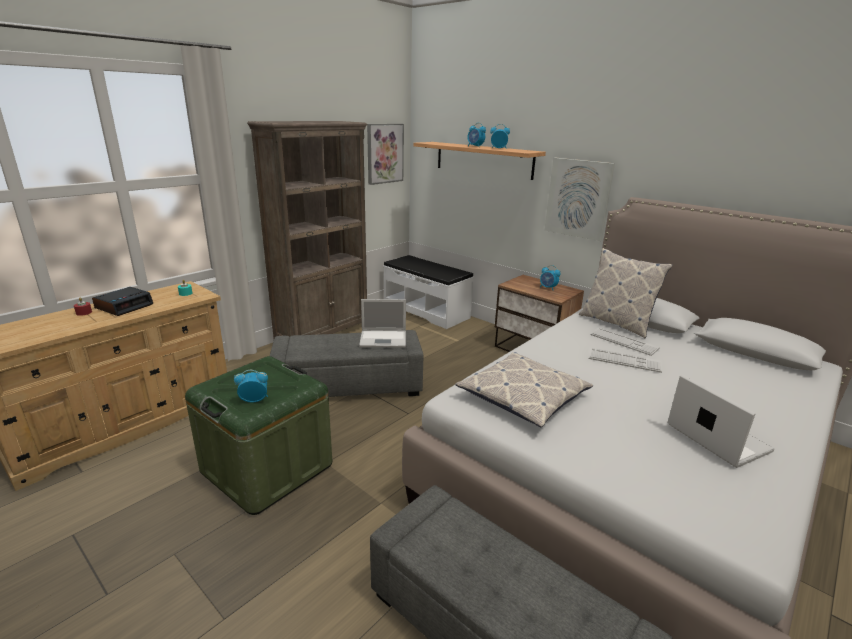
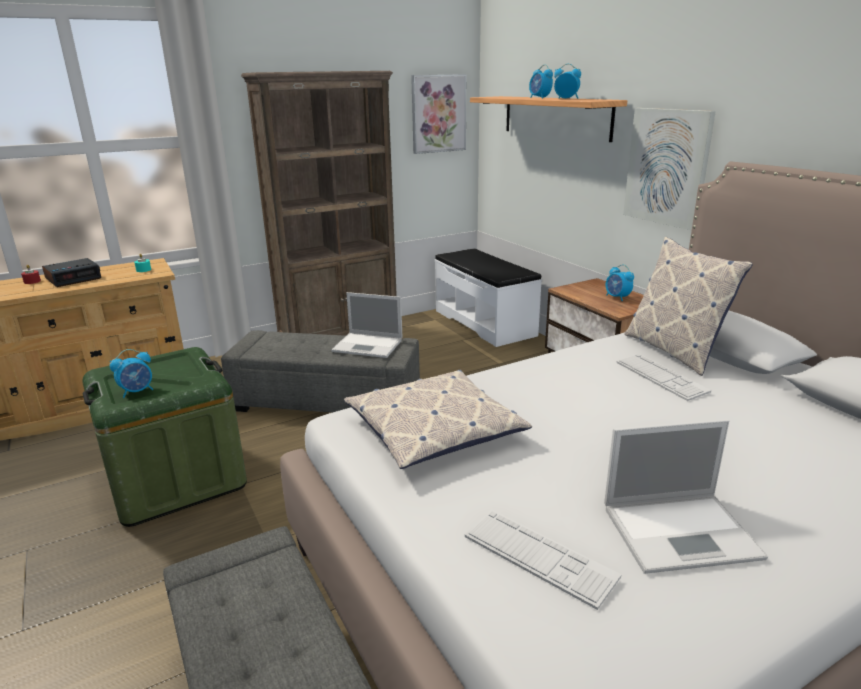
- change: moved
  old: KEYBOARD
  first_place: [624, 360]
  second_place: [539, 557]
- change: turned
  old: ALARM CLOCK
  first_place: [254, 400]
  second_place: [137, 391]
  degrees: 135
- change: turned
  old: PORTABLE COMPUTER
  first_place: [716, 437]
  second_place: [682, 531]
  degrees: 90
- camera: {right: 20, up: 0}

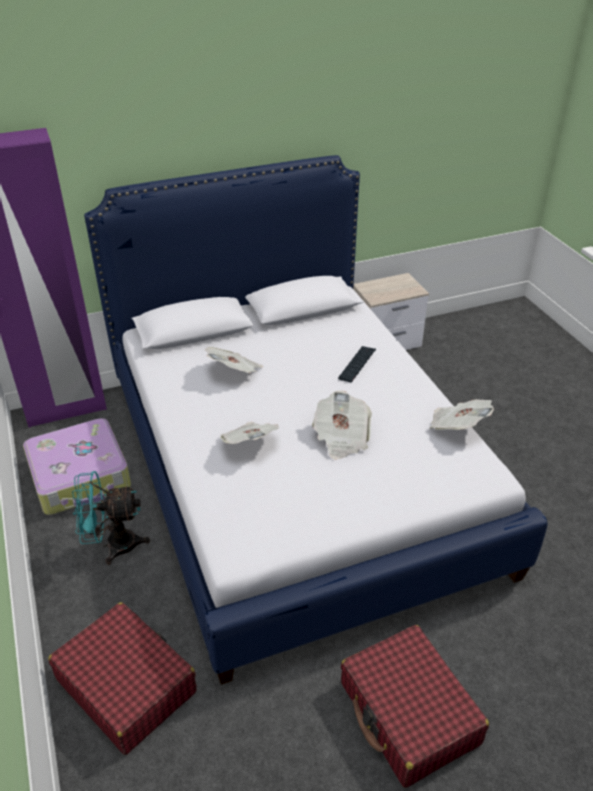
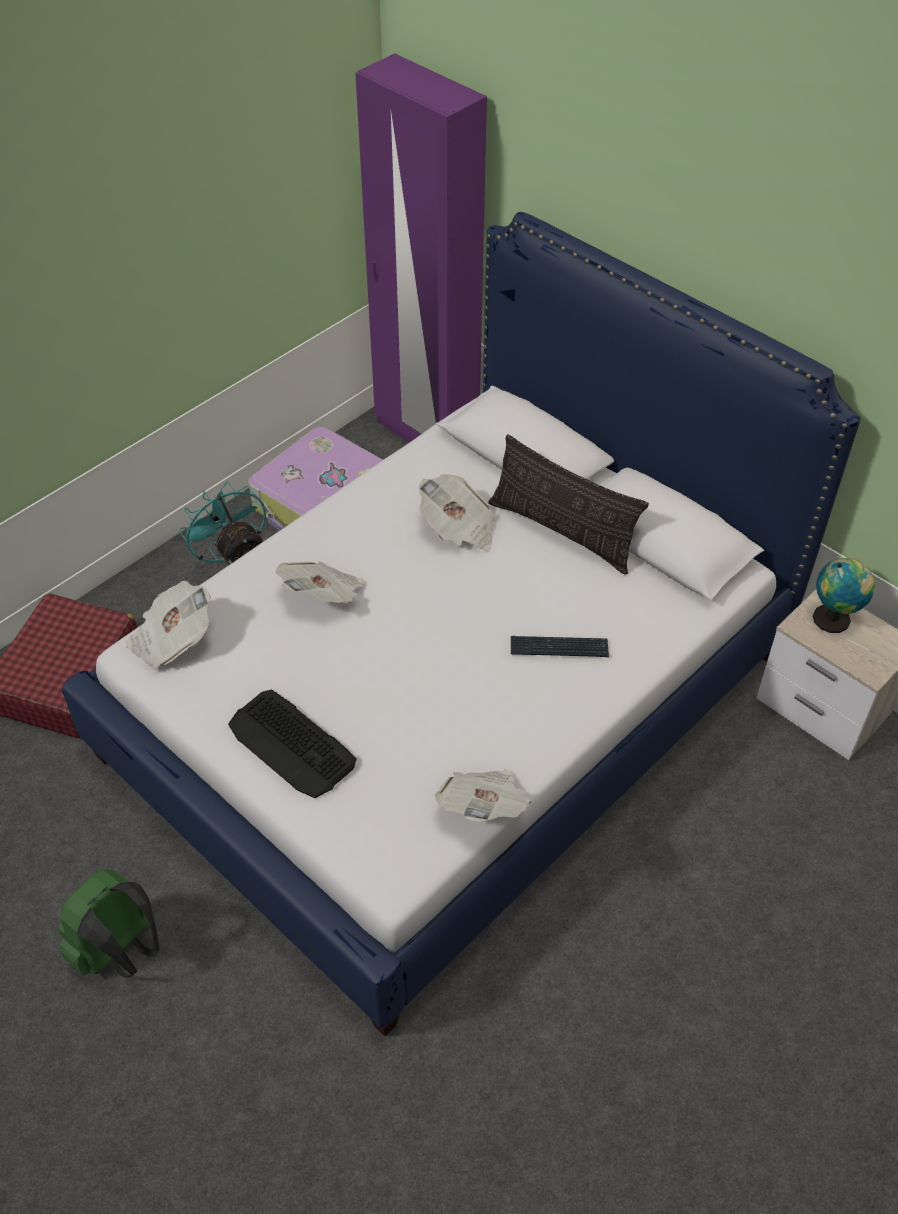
- change: added
  new: KEYBOARD
  second_place: [292, 744]
- change: added
  new: THROW PILLOW
  second_place: [562, 531]
- change: added
  new: GLOBE
  second_place: [834, 619]
- change: moved
  old: DAILY PAPER
  first_place: [341, 438]
  second_place: [172, 640]
- change: replaced
  old: RED-COLOURED TRAVEL CASE
  new: GREEN RUCKSACK
  first_place: [409, 714]
  second_place: [120, 952]
- camera: {right: 65, up: 10}

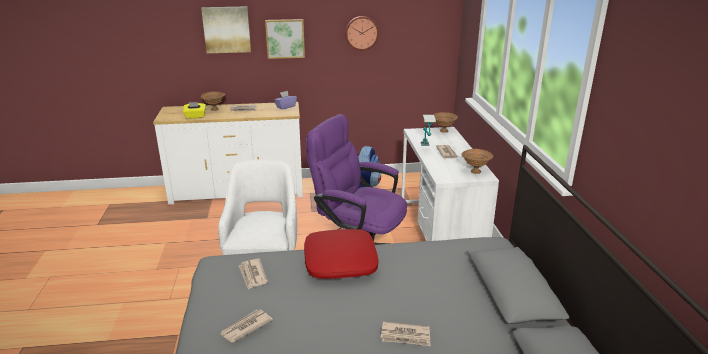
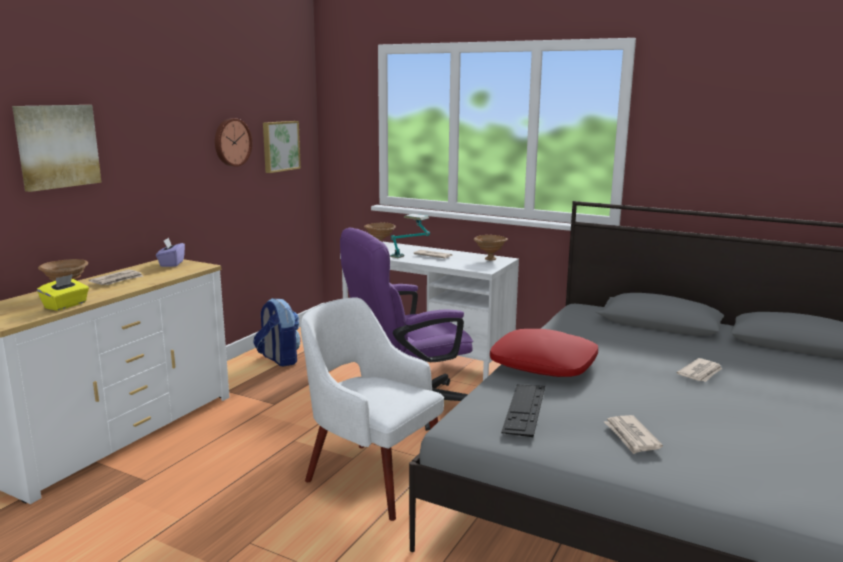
- change: moved
  old: PICTURE
  first_place: [285, 38]
  second_place: [280, 146]
- change: replaced
  old: DAILY PAPER
  new: KEYBOARD
  first_place: [253, 275]
  second_place: [524, 409]
- camera: {right: -55, up: -10}

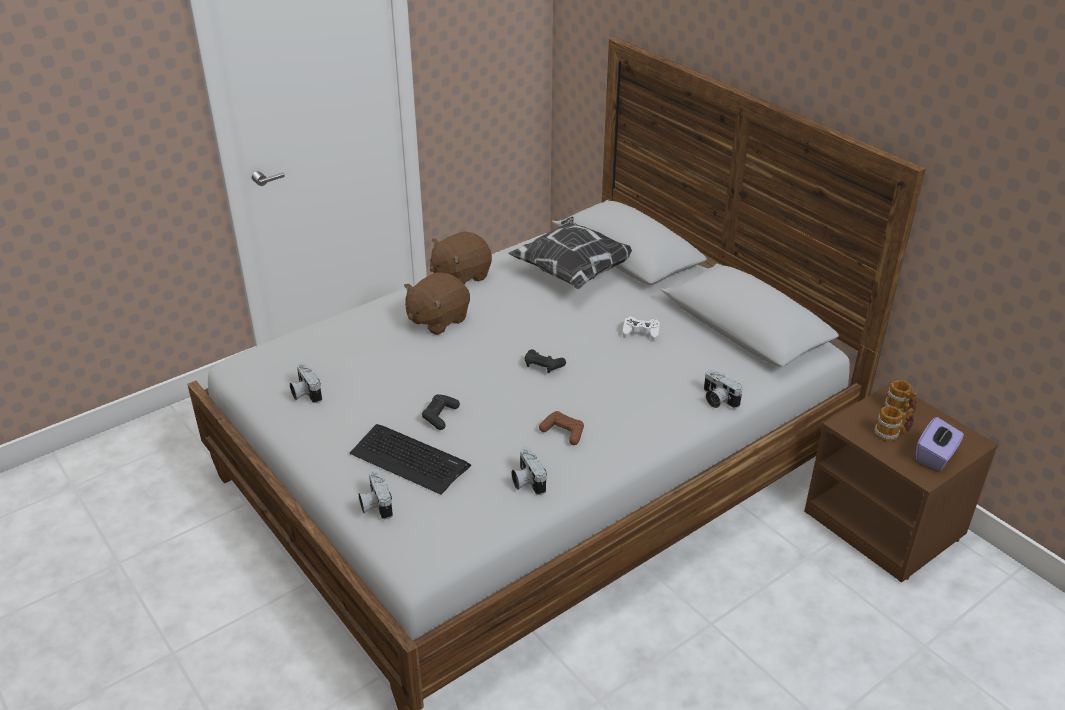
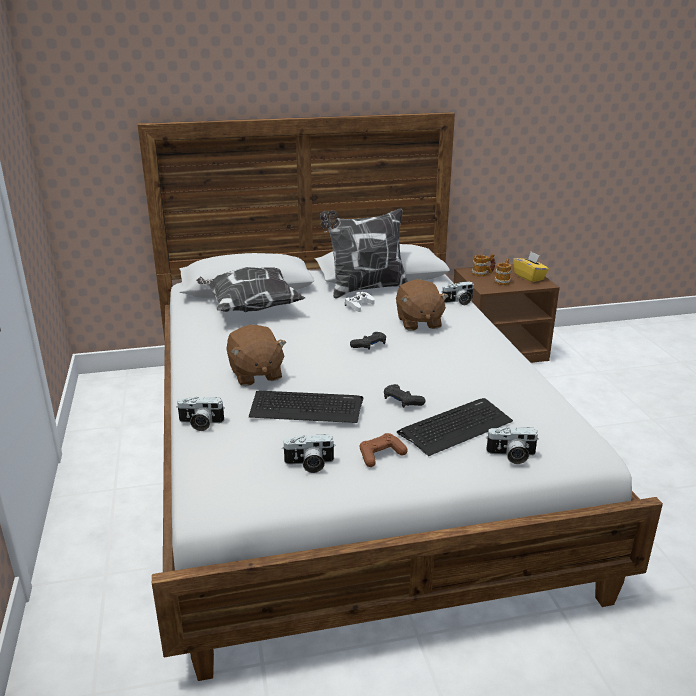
- change: added
  new: KEYBOARD
  second_place: [306, 408]
- change: added
  new: THROW PILLOW
  second_place: [365, 289]
- change: moved
  old: BROWNISH PLUSH TOY
  first_place: [460, 276]
  second_place: [418, 322]
- change: moved
  old: STILL CAMERA
  first_place: [526, 481]
  second_place: [200, 424]
- change: moved
  old: BROWNISH JOYPAD
  first_place: [563, 432]
  second_place: [381, 455]
- change: recoloured
  old: PURPLE TISSUE BOX
  new: YELLOW-COLOURED TISSUE BOX
  first_place: [935, 456]
  second_place: [529, 277]
- camera: {right: -65, up: -10}

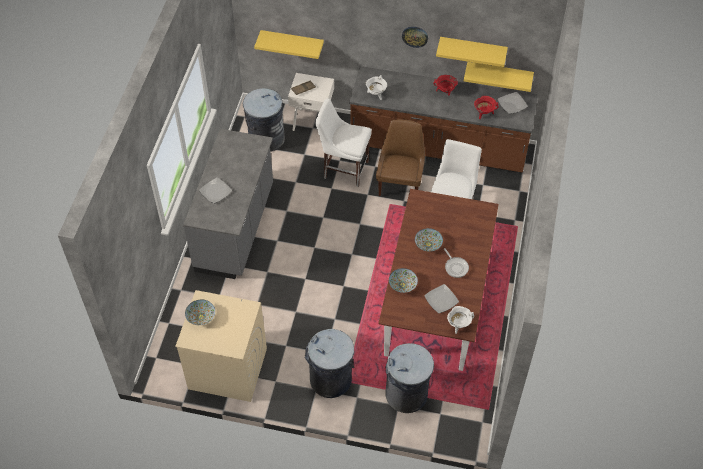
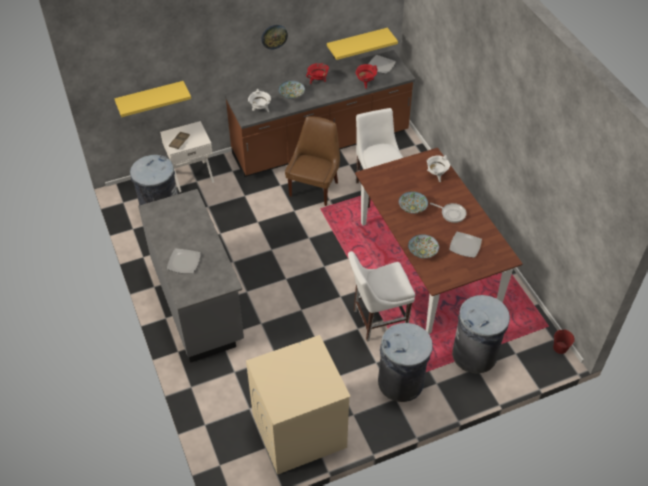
- change: removed
  old: YELLOW-COLOURED WALL SHELF
  first_place: [472, 49]
- change: added
  new: RED-COLOURED WATER BUCKET
  second_place: [560, 348]
- change: moved
  old: BOWL
  first_place: [201, 317]
  second_place: [291, 95]
- change: moved
  old: WHITE-COLOURED UPRIGHT CHAIR
  first_place: [343, 169]
  second_place: [377, 320]
- change: moved
  old: WHITE-COLOURED SAUCEPOT
  first_place: [458, 325]
  second_place: [436, 175]
- change: turned
  old: BROWNISH UPRIGHT CHAIR
  first_place: [400, 184]
  second_place: [314, 188]
  degrees: 45
- camera: {right: -35, up: -5}

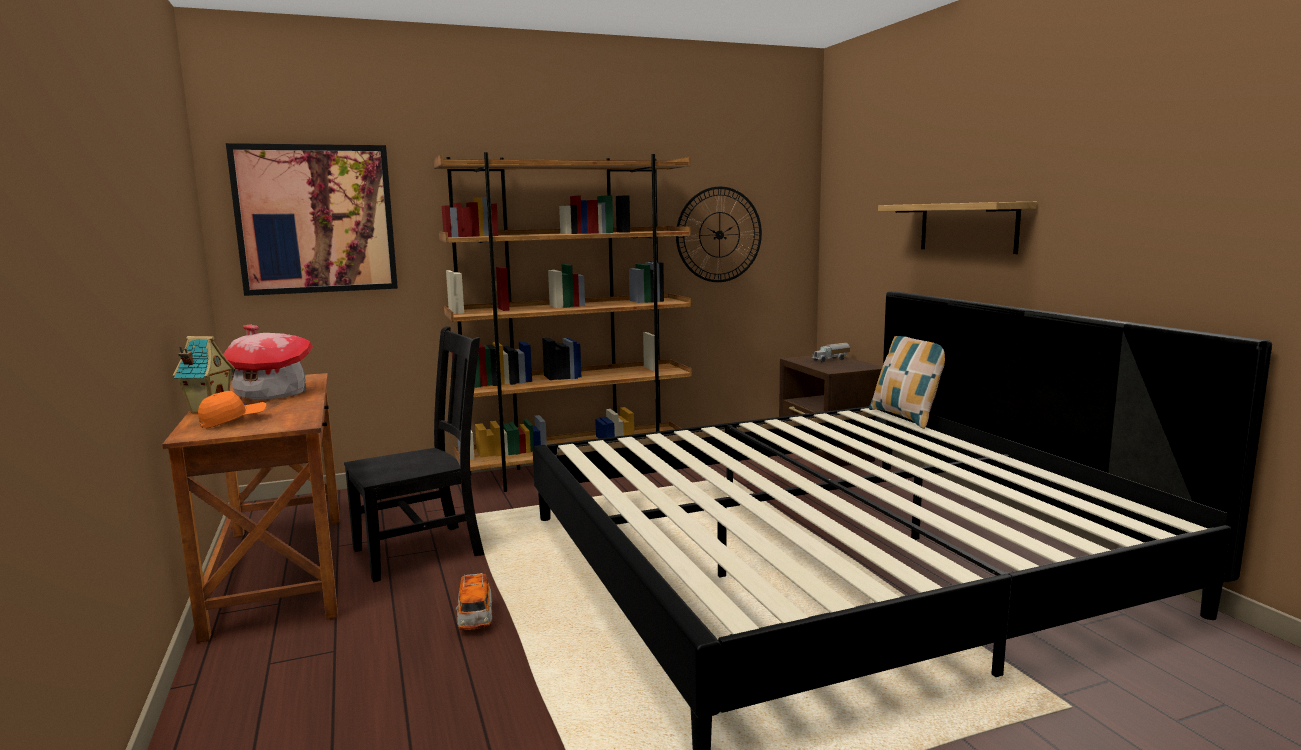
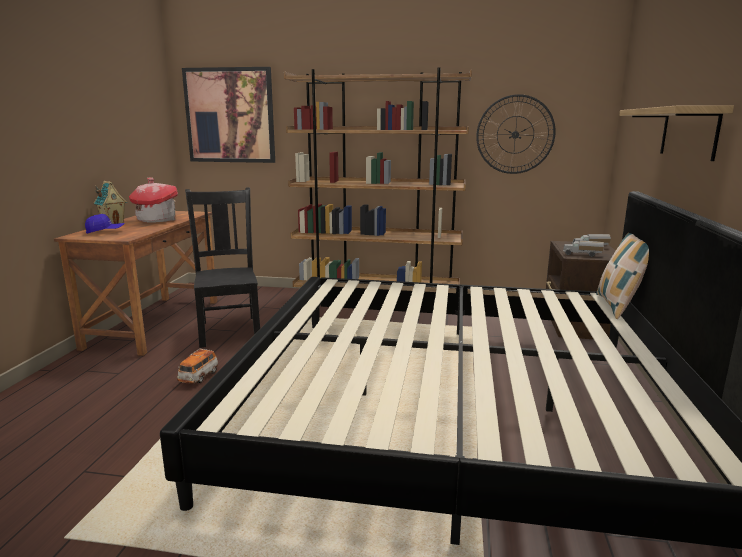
- change: added
  new: MODEL TRUCK
  second_place: [582, 255]
- change: recoloured
  old: ORANGE-COLOURED CAP
  new: BLUE-COLOURED CAP
  first_place: [233, 421]
  second_place: [105, 231]
- change: turned
  old: BLACK UPRIGHT CHAIR
  first_place: [423, 551]
  second_place: [229, 330]
  degrees: -105
- camera: {right: 30, up: 5}

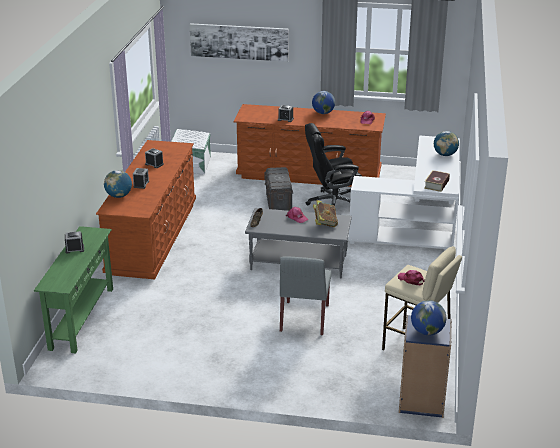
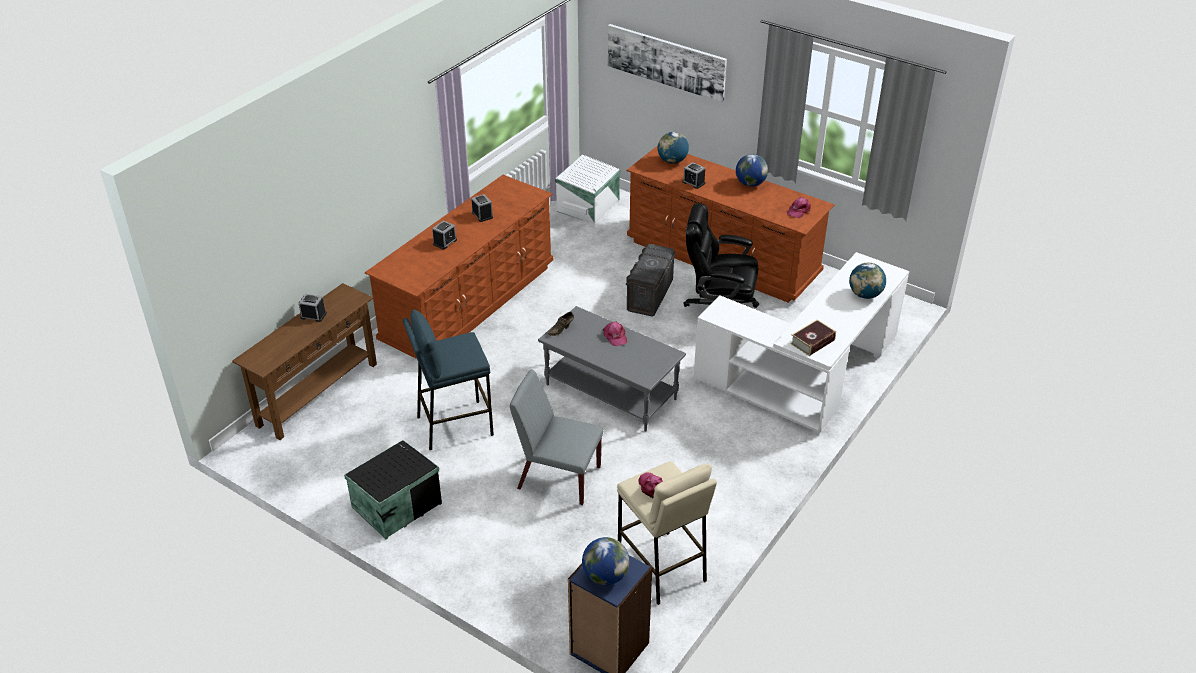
- change: removed
  old: VOLUME
  first_place: [325, 223]
- change: added
  new: BLACK STORAGE BIN
  second_place: [395, 505]
- change: added
  new: BLUE-COLOURED STOOL SEAT
  second_place: [454, 425]
- change: moved
  old: GLOBE
  first_place: [119, 196]
  second_place: [672, 161]
- change: recoloured
  old: GREEN NARROW TABLE
  new: BROWNISH NARROW TABLE
  first_place: [81, 318]
  second_place: [317, 394]
- change: turned
  old: GREYISH UPRIGHT CHAIR
  first_place: [304, 319]
  second_place: [558, 477]
  degrees: 75
- camera: {right: 25, up: 10}

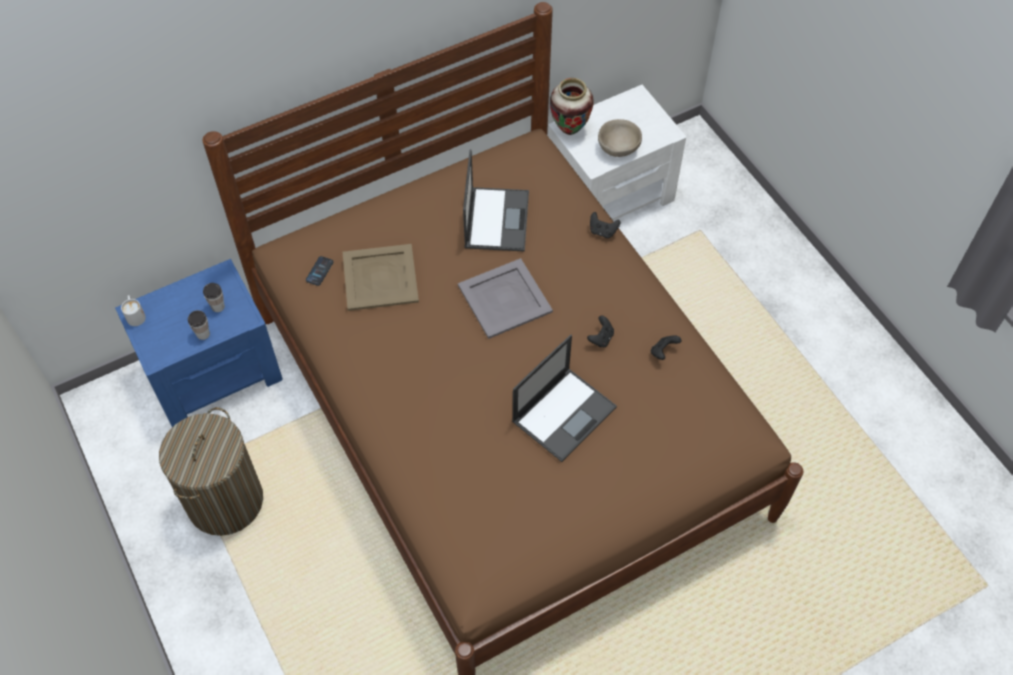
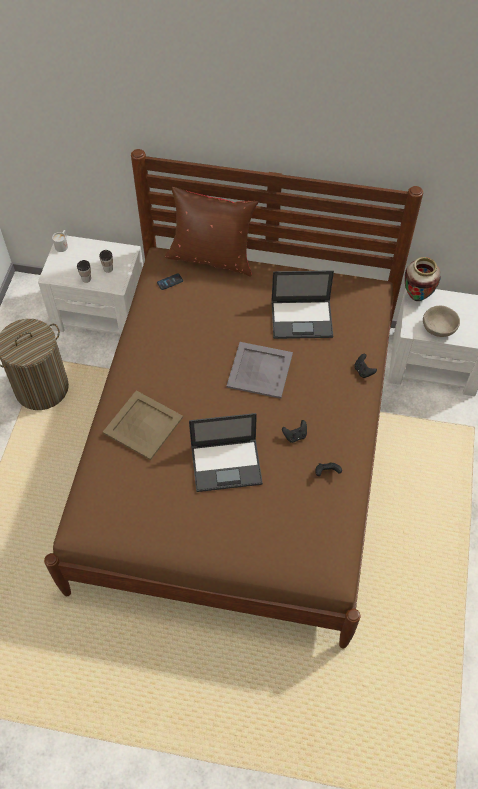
- change: added
  new: BROWNISH THROW PILLOW
  second_place: [211, 257]
- change: moved
  old: BEIGE CARRYING TRAY
  first_place: [379, 277]
  second_place: [143, 424]
- change: recoloured
  old: BLUE-COLOURED NIGHTSTAND
  new: WHITE-COLOURED NIGHTSTAND
  first_place: [214, 371]
  second_place: [101, 312]
- change: turned
  old: PORTABLE COMPUTER
  first_place: [496, 219]
  second_place: [302, 319]
  degrees: 45
- camera: {right: 40, up: 0}

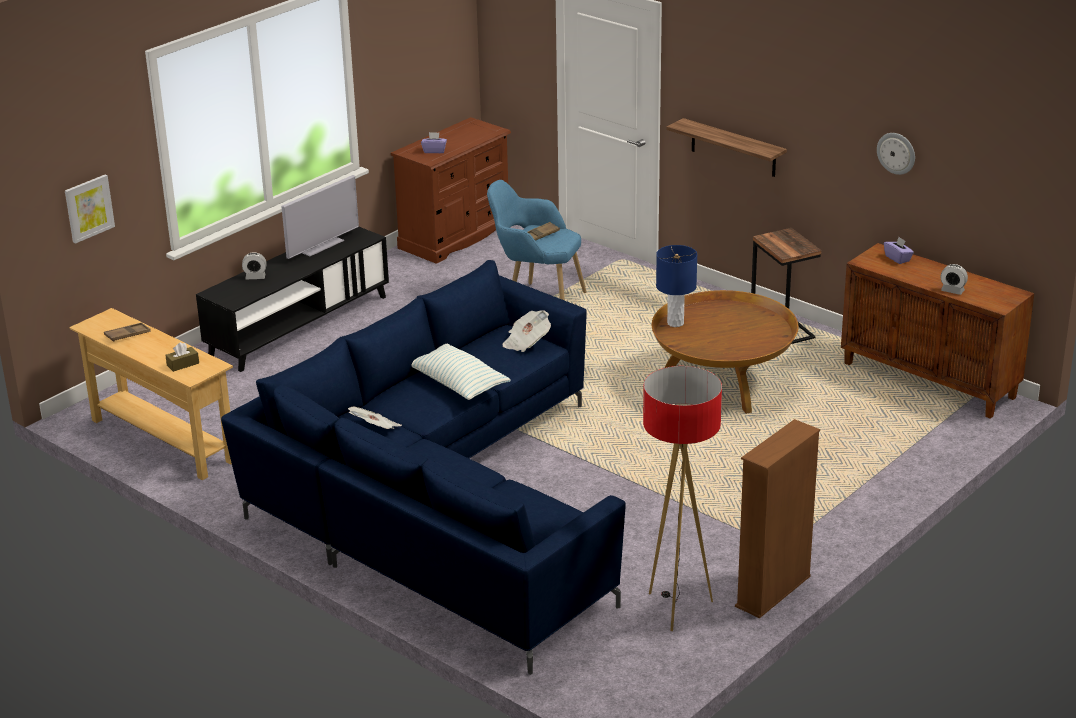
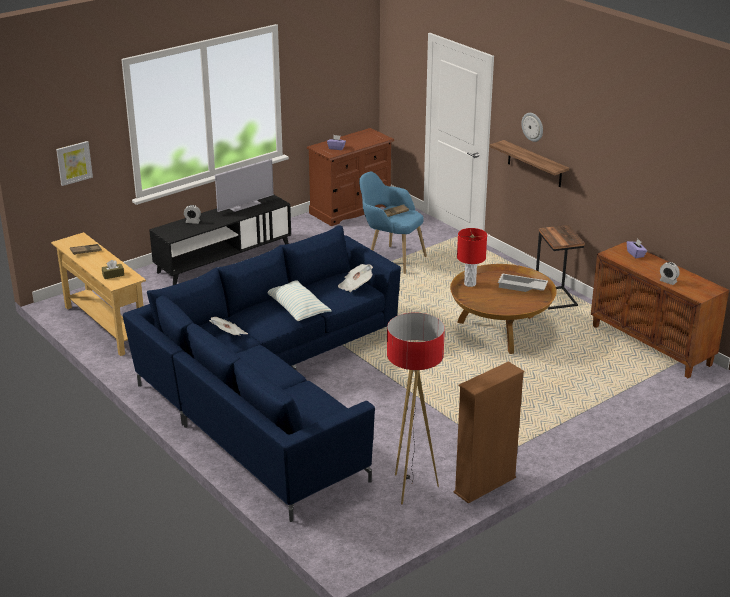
- change: added
  new: WHITE-COLOURED CARRYING TRAY
  second_place: [521, 287]
- change: moved
  old: WALL CLOCK
  first_place: [896, 153]
  second_place: [533, 126]
- change: recoloured
  old: BLUE-COLOURED TABLE LAMP
  new: RED-COLOURED TABLE LAMP
  first_place: [675, 323]
  second_place: [470, 284]
- camera: {right: 10, up: 0}

